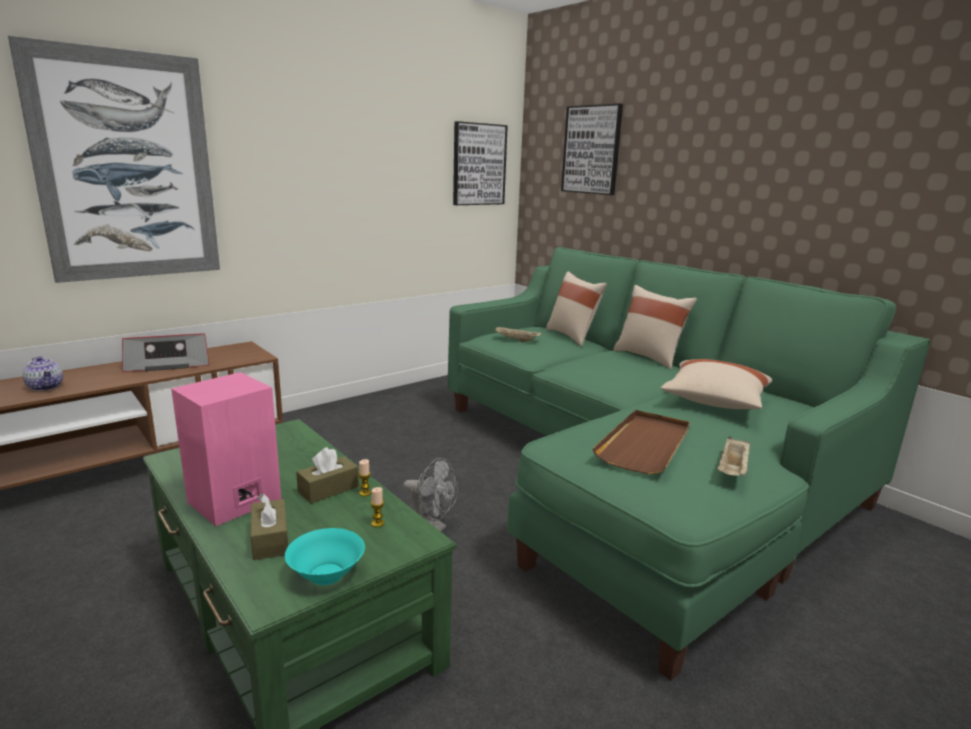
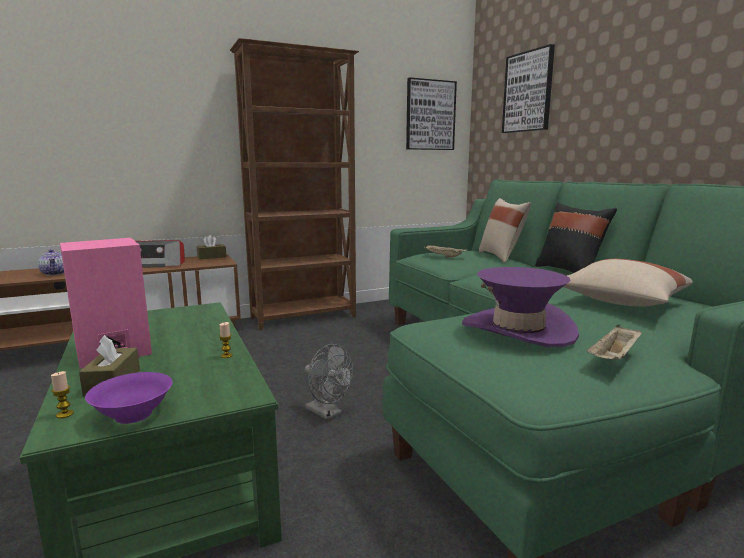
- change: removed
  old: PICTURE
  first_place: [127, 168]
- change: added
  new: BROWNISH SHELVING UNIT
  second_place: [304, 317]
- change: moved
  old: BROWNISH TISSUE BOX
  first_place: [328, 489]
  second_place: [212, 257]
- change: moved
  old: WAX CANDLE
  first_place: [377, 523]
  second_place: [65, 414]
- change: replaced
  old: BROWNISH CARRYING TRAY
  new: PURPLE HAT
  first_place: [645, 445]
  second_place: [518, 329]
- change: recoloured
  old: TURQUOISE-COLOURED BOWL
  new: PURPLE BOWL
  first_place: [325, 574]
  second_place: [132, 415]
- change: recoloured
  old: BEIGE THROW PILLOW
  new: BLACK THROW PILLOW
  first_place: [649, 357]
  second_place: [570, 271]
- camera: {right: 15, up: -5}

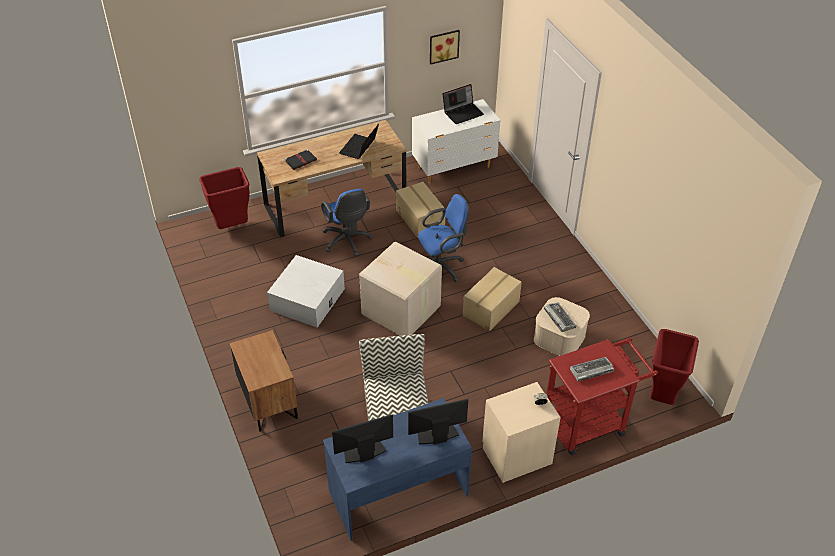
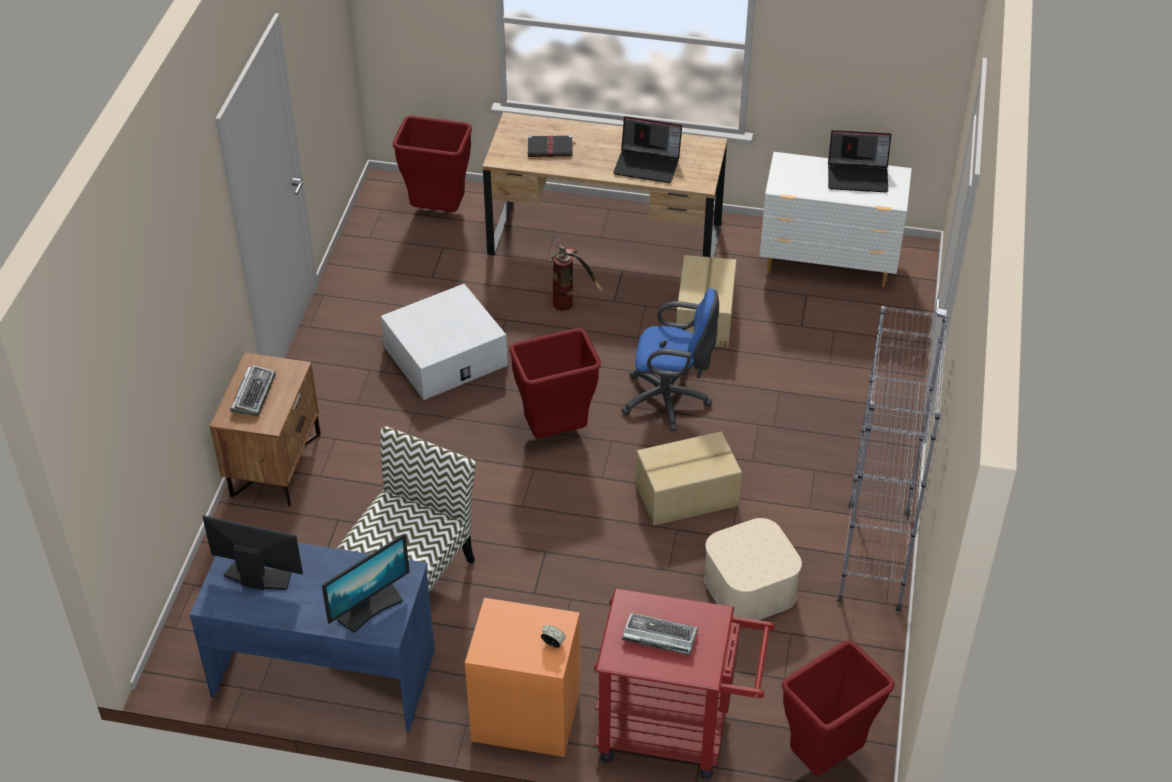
- change: removed
  old: PICTURE
  first_place: [443, 46]
- change: added
  new: GREYISH SHELVING UNIT
  second_place: [874, 555]
- change: moved
  old: KEYBOARD
  first_place: [559, 318]
  second_place: [253, 394]
- change: replaced
  old: BLUE-COLOURED OFFICE CHAIR
  new: EXTINGUISHER
  first_place: [347, 242]
  second_place: [571, 302]
- change: replaced
  old: CARDBOARD BOX
  new: RED-COLOURED RUBBISH BIN
  first_place: [401, 311]
  second_place: [555, 434]
- change: recoloured
  old: BEIGE NIGHTSTAND
  new: ORANGE-COLOURED NIGHTSTAND
  first_place: [516, 455]
  second_place: [526, 715]
- change: turned
  old: PORTABLE COMPUTER
  first_place: [359, 148]
  second_place: [648, 164]
  degrees: -135
- change: turned
  old: COMPUTER DISPLAY
  first_place: [437, 436]
  second_place: [369, 607]
  degrees: 120
- camera: {right: 35, up: 0}

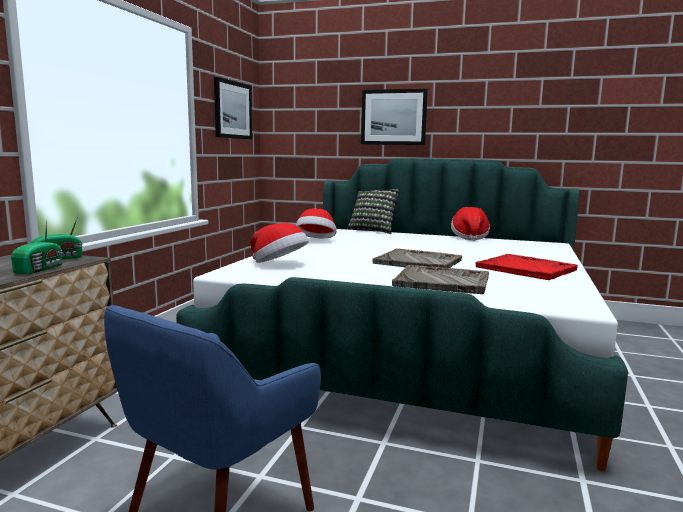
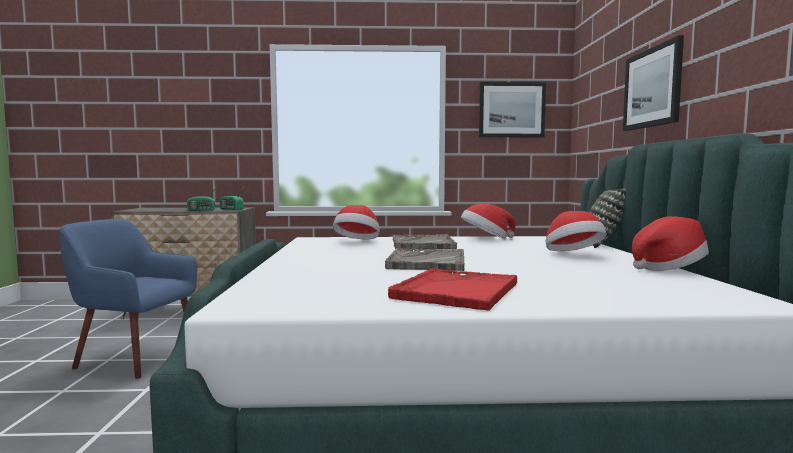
- change: added
  new: HAT
  second_place: [573, 254]
- change: moved
  old: GREYISH CARRYING TRAY
  first_place: [443, 282]
  second_place: [422, 244]
- camera: {right: 70, up: -5}

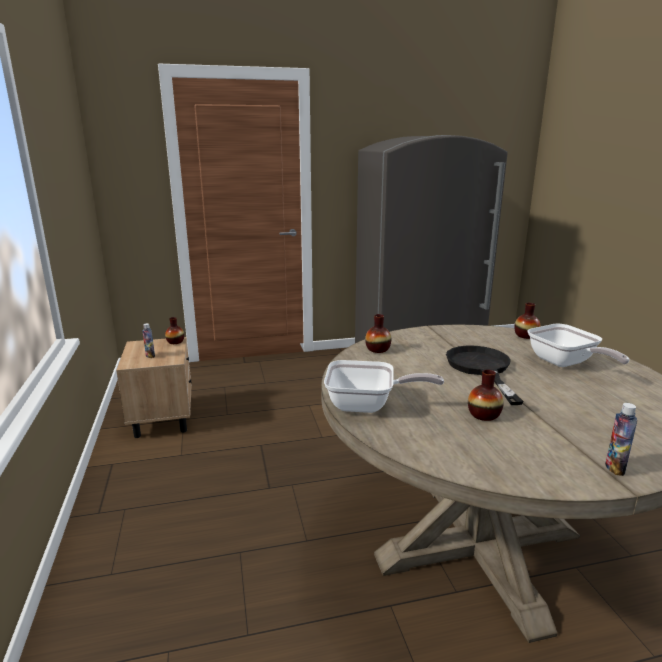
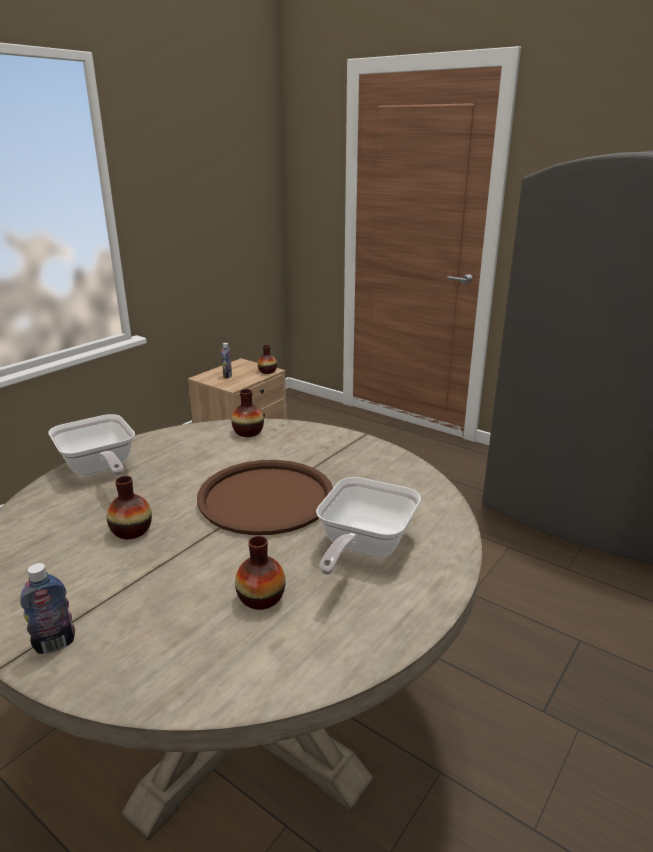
- change: moved
  old: DECORATIVE VASE
  first_place: [525, 335]
  second_place: [261, 598]
- change: replaced
  old: BLACK SKILLET
  new: BROWNISH CARRYING TRAY
  first_place: [481, 369]
  second_place: [265, 498]
- camera: {right: 50, up: 5}

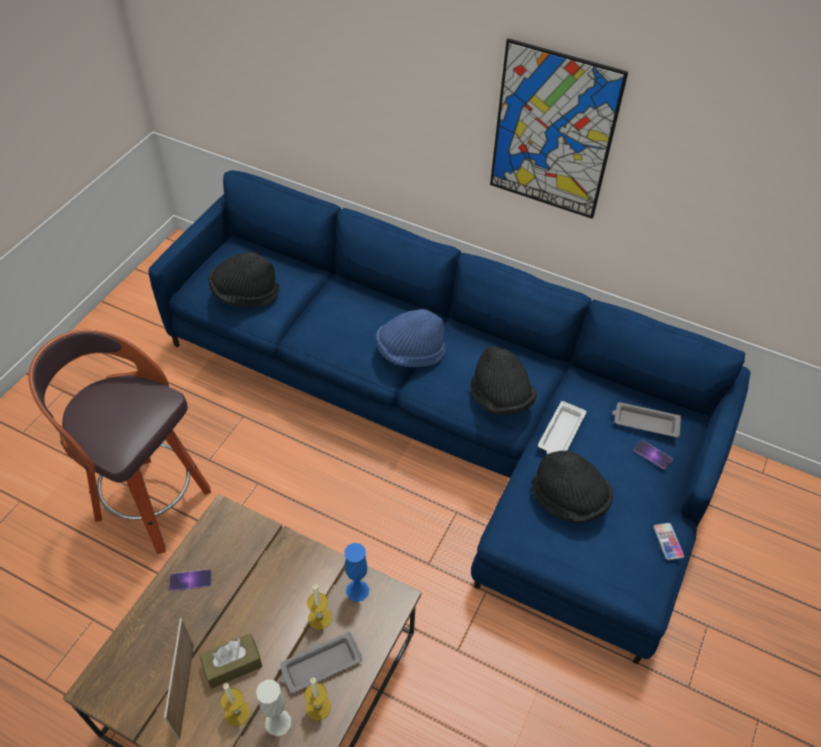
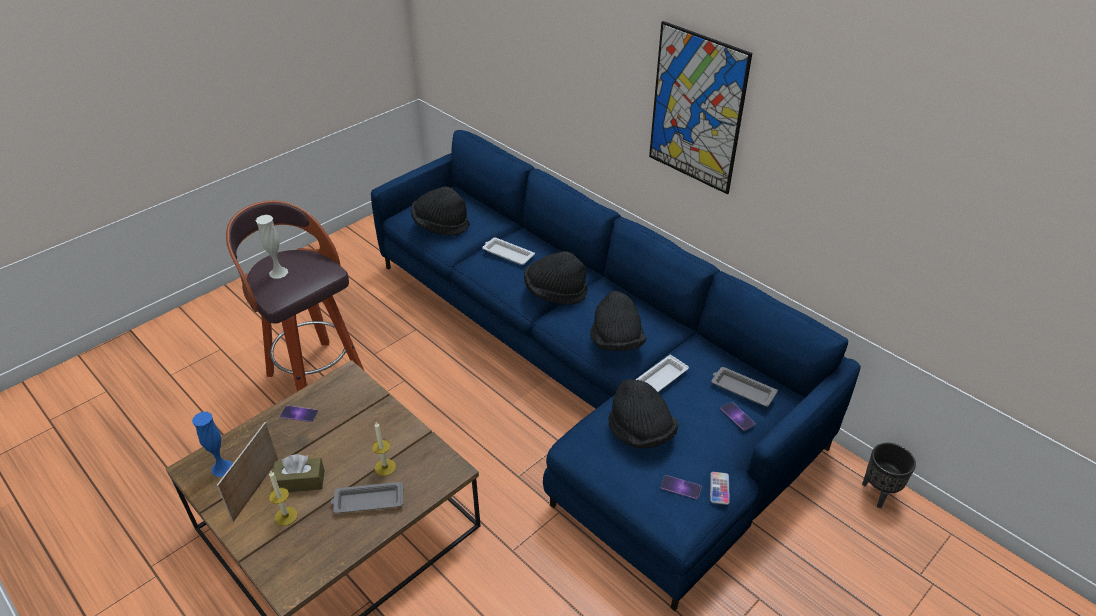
- change: removed
  old: WAX CANDLE
  first_place: [318, 707]
- change: added
  new: WHITE-COLOURED CARRYING TRAY
  second_place: [507, 254]
- change: added
  new: TELEPHONE
  second_place: [681, 487]
- change: added
  new: BLACK PLANT POT
  second_place: [879, 493]
- change: moved
  old: WHITE-COLOURED DECORATIVE VASE
  first_place: [278, 722]
  second_place: [278, 272]
- change: moved
  old: BLUE-COLOURED DECORATIVE VASE
  first_place: [357, 590]
  second_place: [222, 468]
- change: recoloured
  old: BLUE-COLOURED HAT
  new: BLACK HAT
  first_place: [410, 352]
  second_place: [555, 292]
- camera: {right: 20, up: -10}

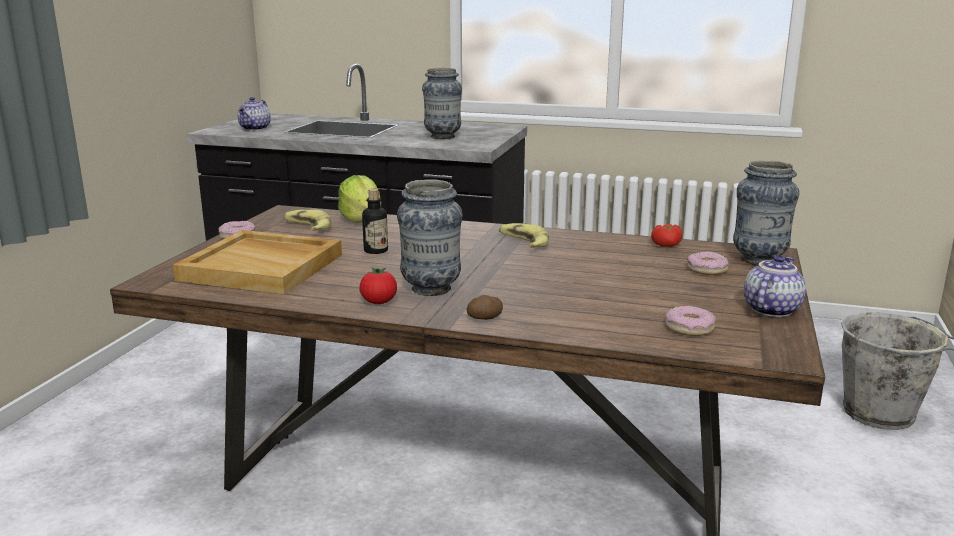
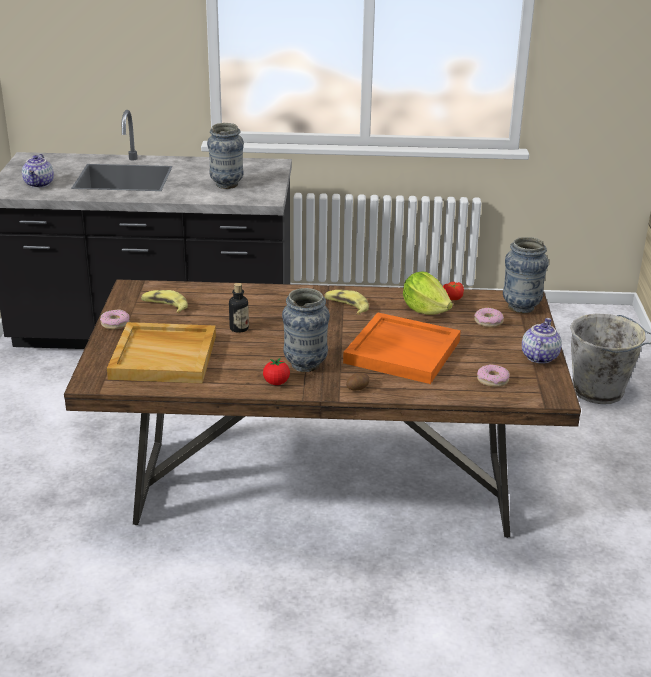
- change: added
  new: ORANGE-COLOURED CARRYING TRAY
  second_place: [403, 351]
- change: moved
  old: LETTUCE HEAD
  first_place: [362, 220]
  second_place: [425, 309]
- camera: {right: -15, up: 10}

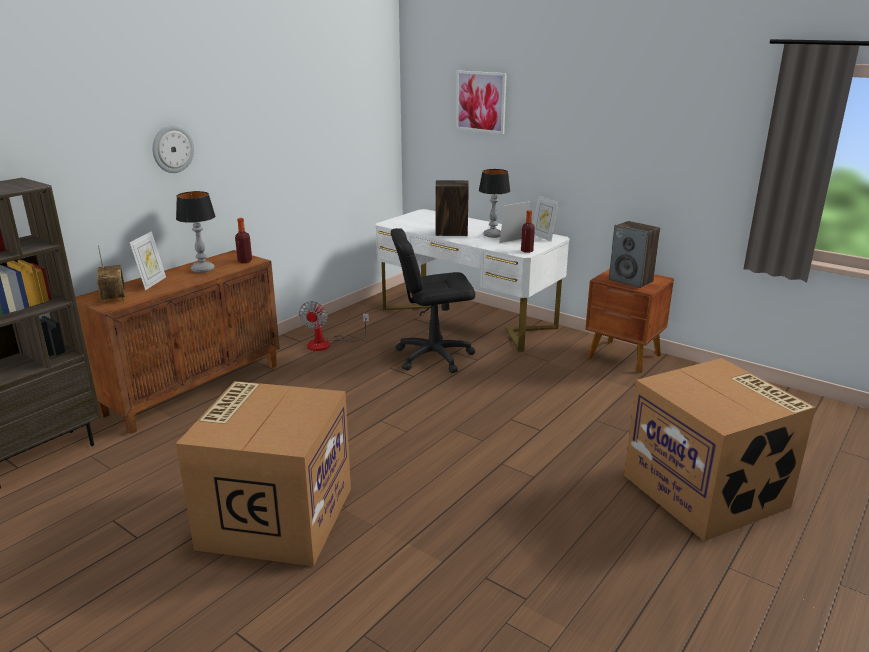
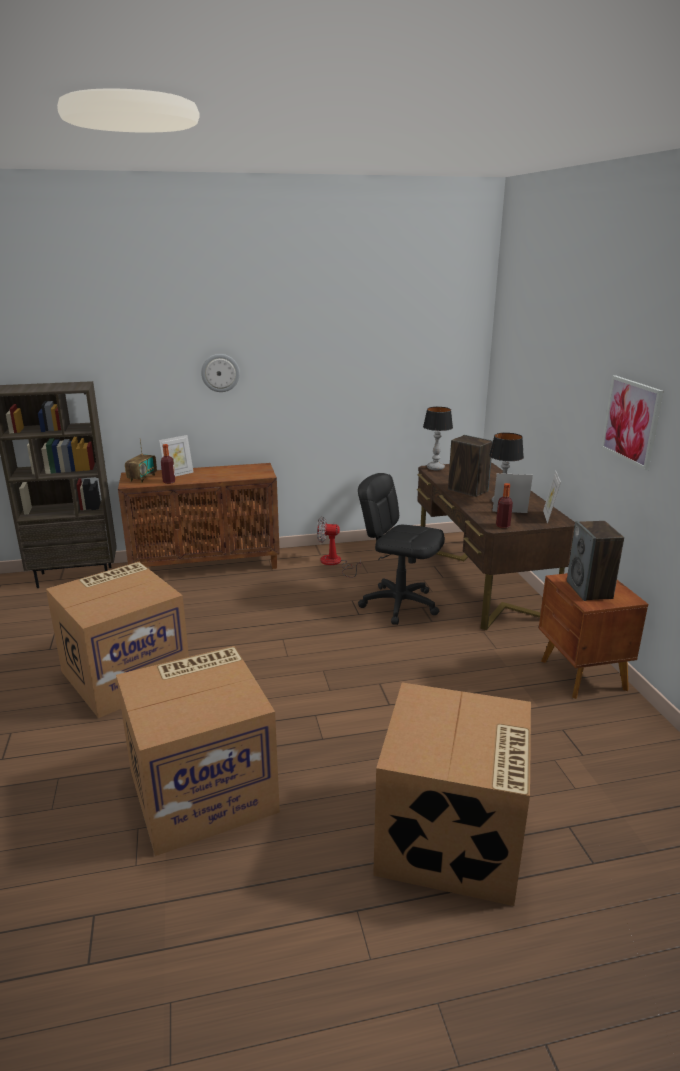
- change: added
  new: CARDBOARD BOX
  second_place: [203, 788]
- change: moved
  old: TABLE LAMP
  first_place: [203, 269]
  second_place: [436, 468]
- change: moved
  old: BEVERAGE BOTTLE
  first_place: [245, 261]
  second_place: [169, 482]
- change: moved
  old: PICTURE
  first_place: [481, 102]
  second_place: [631, 421]
- change: recoloured
  old: WHITE-COLOURED DESK TABLE
  new: BROWNISH DESK TABLE
  first_place: [467, 318]
  second_place: [481, 581]
- change: turned
  old: ELECTRIC FAN
  first_place: [327, 344]
  second_place: [335, 563]
  degrees: 45
- camera: {right: 40, up: 0}

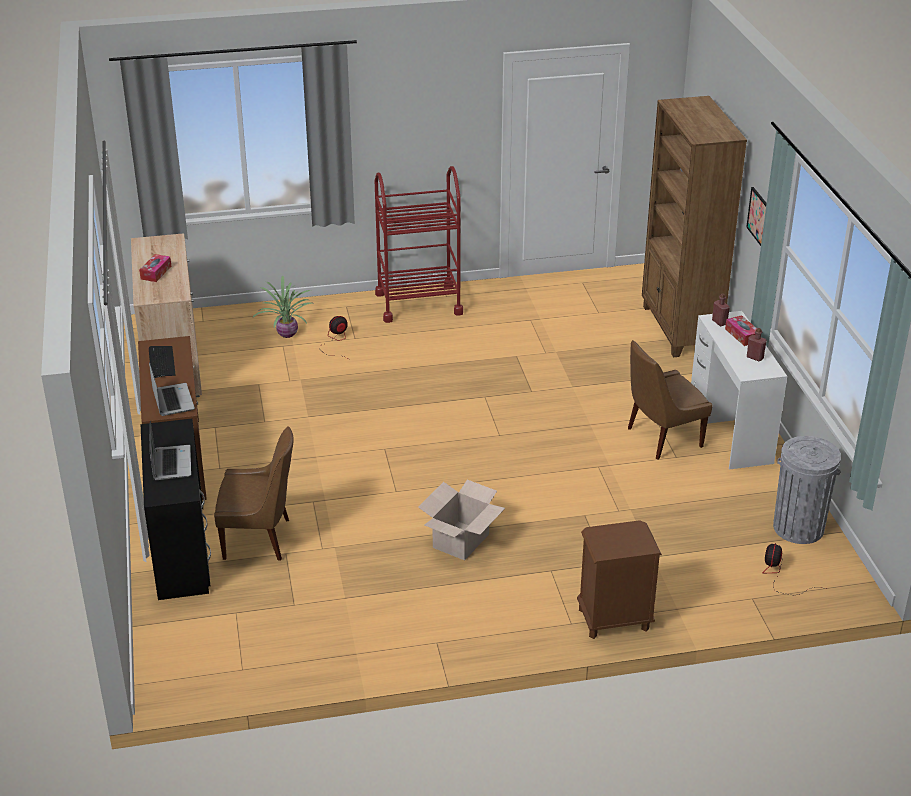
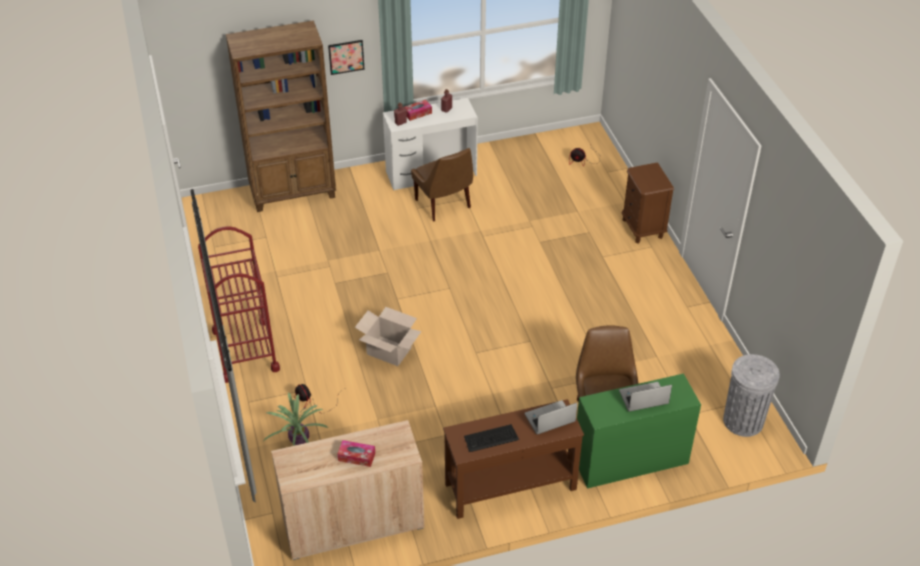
- change: moved
  old: CARDBOARD BOX
  first_place: [460, 540]
  second_place: [388, 351]
- change: moved
  old: GREYISH RUBBISH BIN
  first_place: [798, 527]
  second_place: [743, 420]
- change: recoloured
  old: BLACK DESK TABLE
  new: GREEN DESK TABLE
  first_place: [180, 552]
  second_place: [630, 460]
- camera: {right: -95, up: 10}

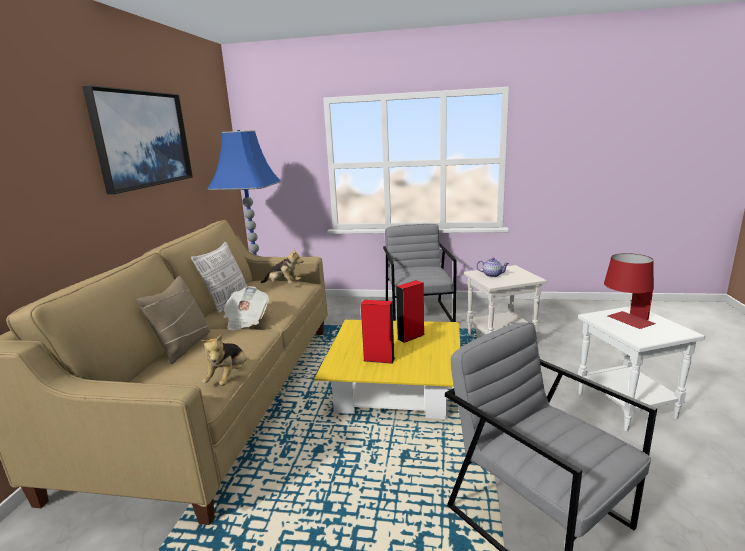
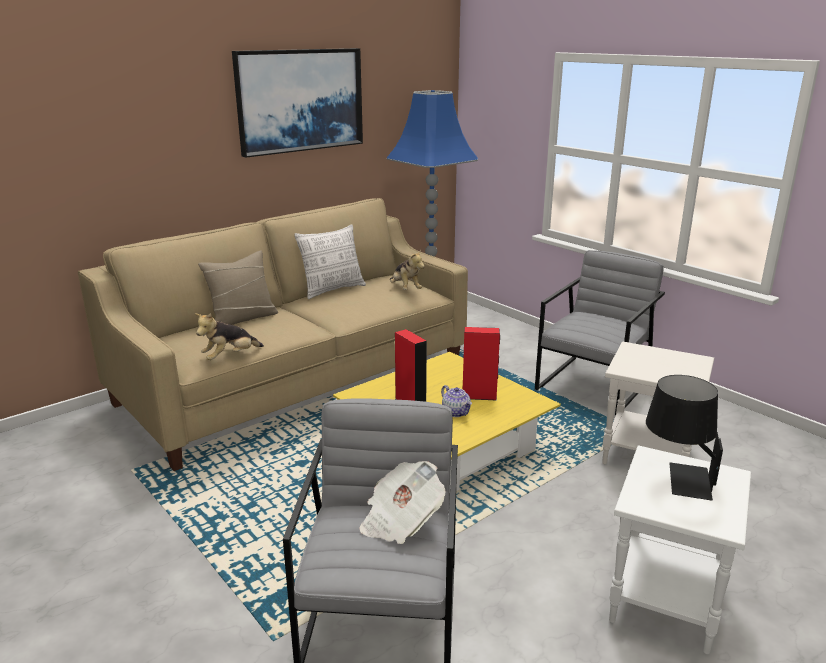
- change: moved
  old: DAILY PAPER
  first_place: [246, 320]
  second_place: [400, 520]
- change: moved
  old: TEAPOT
  first_place: [492, 275]
  second_place: [456, 412]
- change: recoloured
  old: RED-COLOURED TABLE LAMP
  new: BLACK TABLE LAMP
  first_place: [625, 321]
  second_place: [676, 479]
- camera: {right: 40, up: 5}

